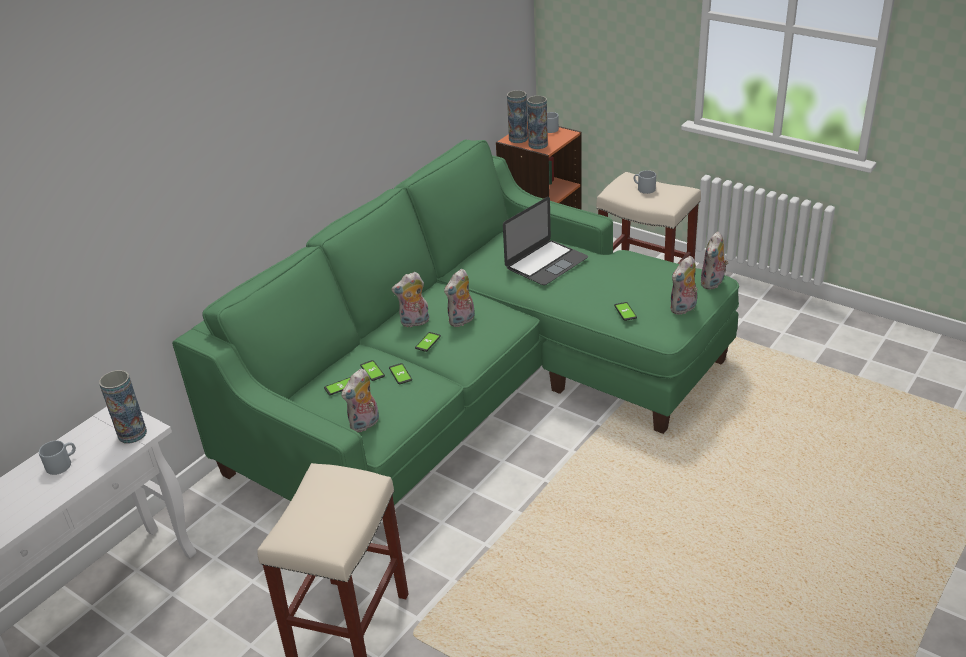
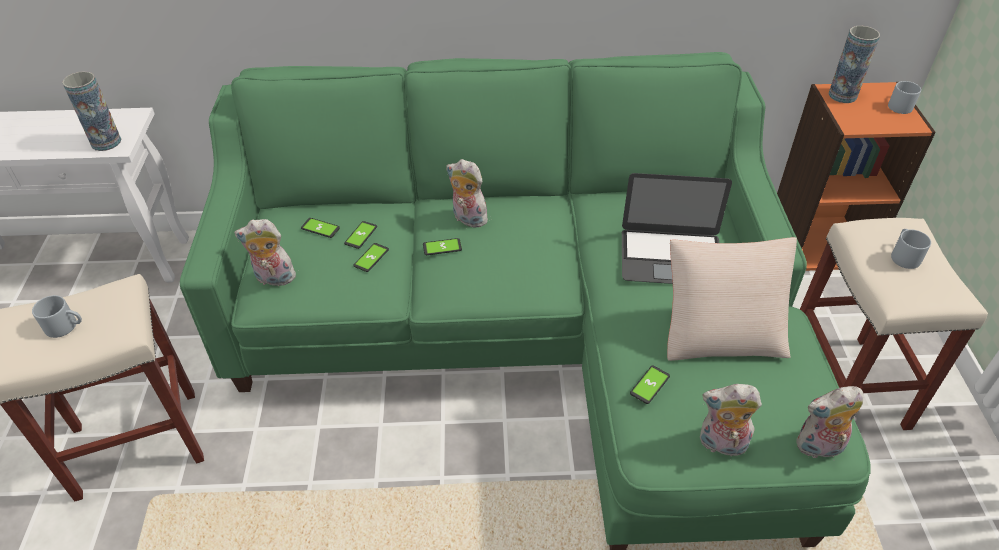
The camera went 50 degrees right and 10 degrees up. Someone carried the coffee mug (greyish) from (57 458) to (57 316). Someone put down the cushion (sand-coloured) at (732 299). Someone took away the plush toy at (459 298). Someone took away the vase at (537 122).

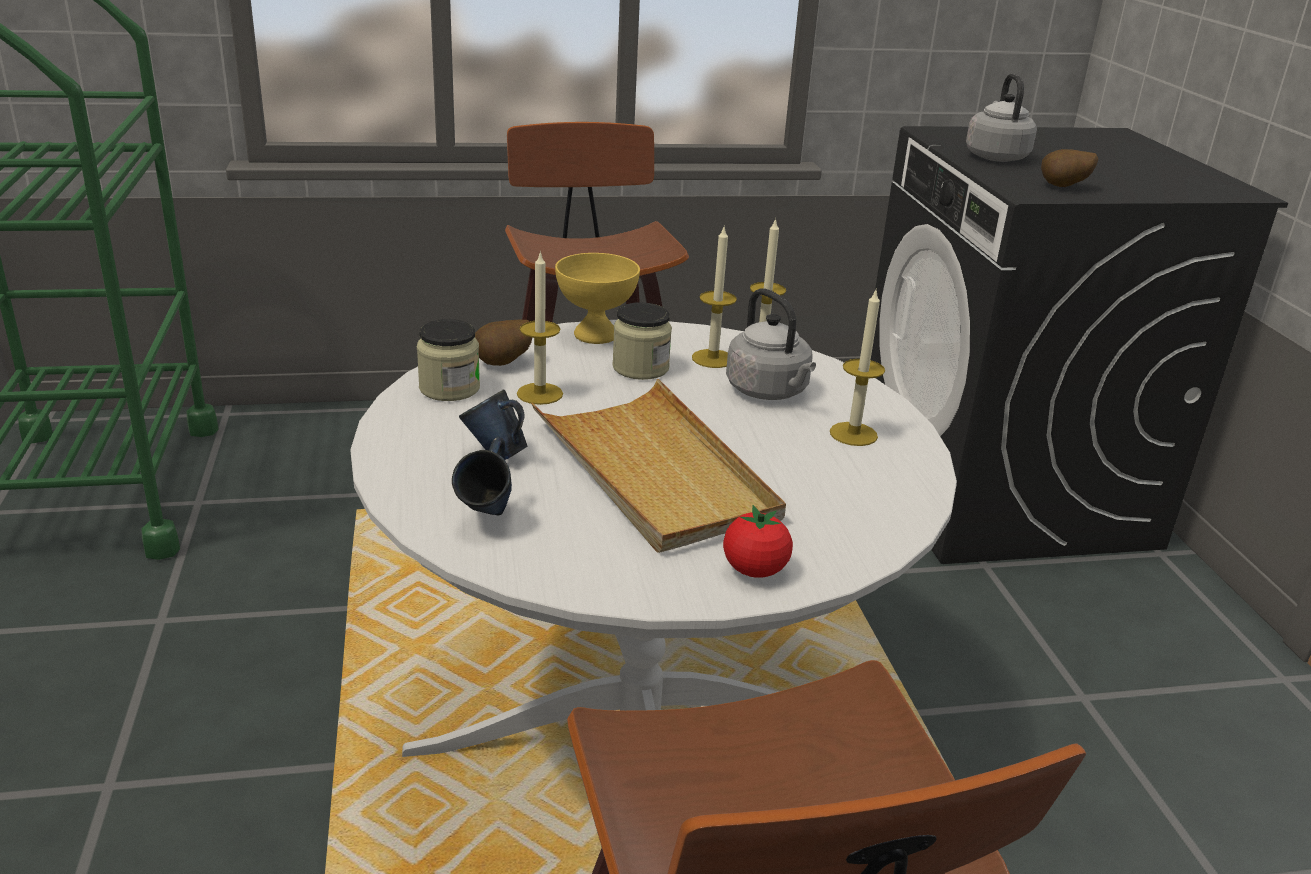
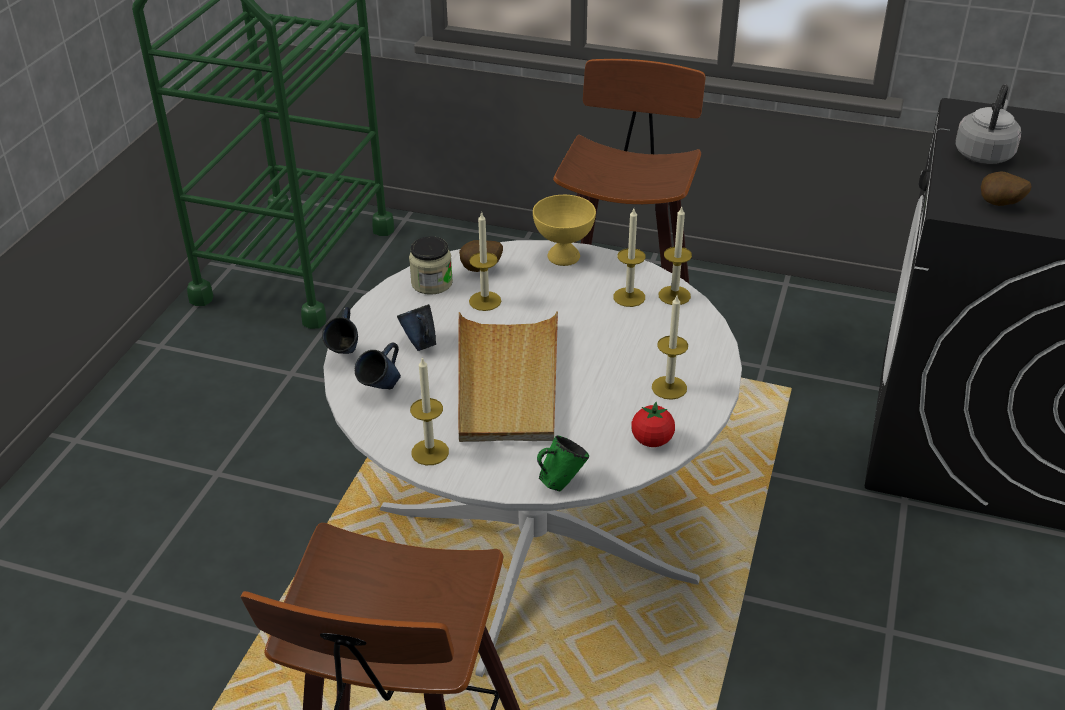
The camera went 30 degrees right and 10 degrees up. Someone put down the coffee mug (blue-coloured) at (340 330). Someone put down the wax light at (429 411). Someone put down the coffee mug (green) at (563 463). Someone carried the fresh tomato from (758 541) to (653 424). Someone took away the preserve jar at (642 341). Someone took away the tea kettle (greyish) at (771 344).

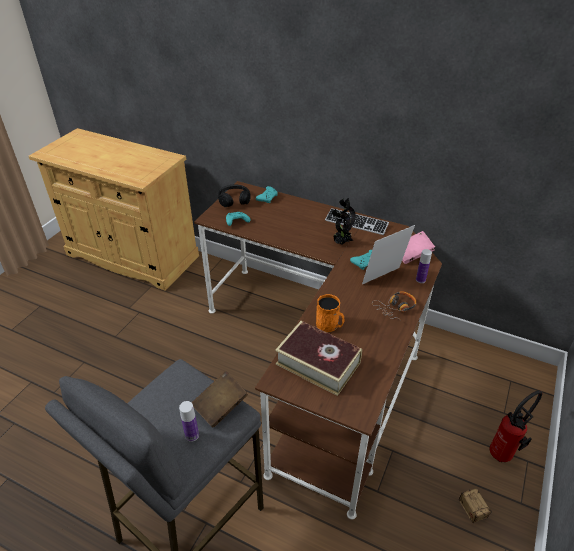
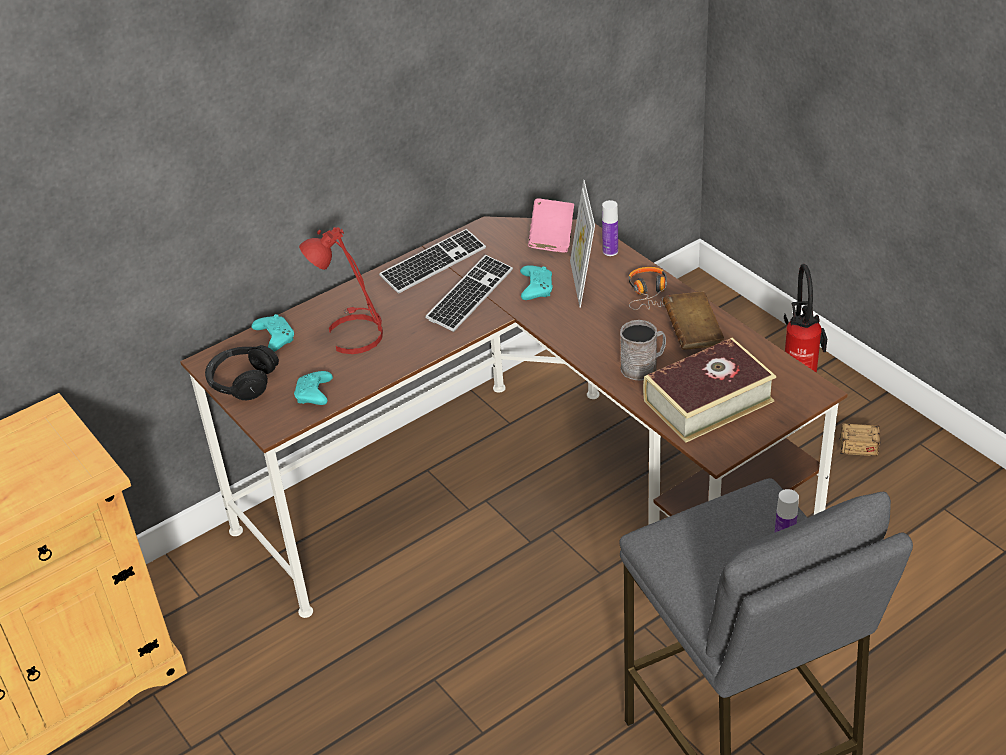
The camera went 60 degrees left and 0 degrees up. Someone put down the table lamp (red-coloured) at (341 290). Someone swapped the plant in a pot at (344 221) for the keyboard at (469 293). Someone repainted the coffee mug (orange-coloured) at (330 313), which became the coffee mug (greyish) at (643 350). Someone carried the bound book (brownish) from (219 399) to (693 320).

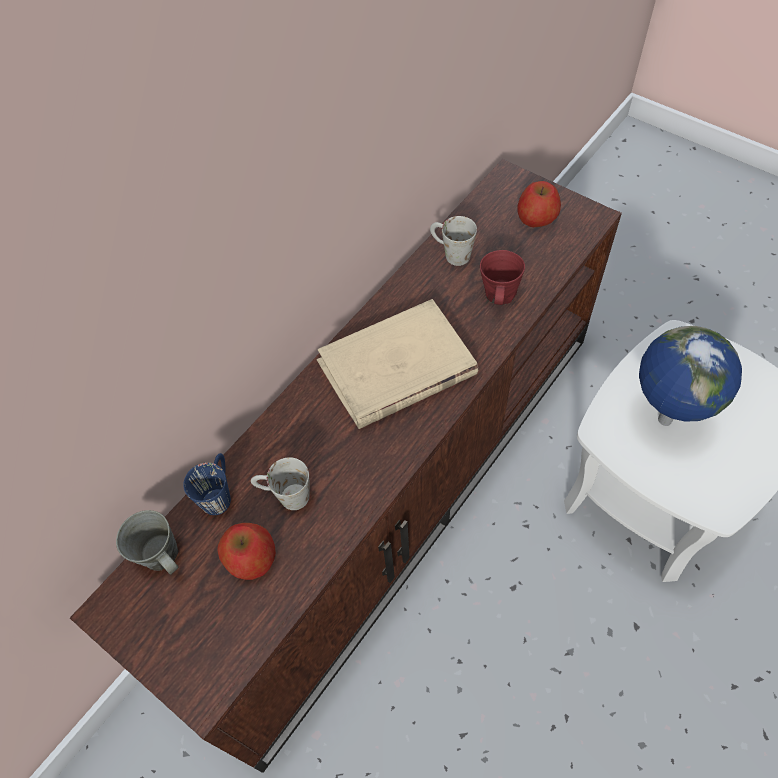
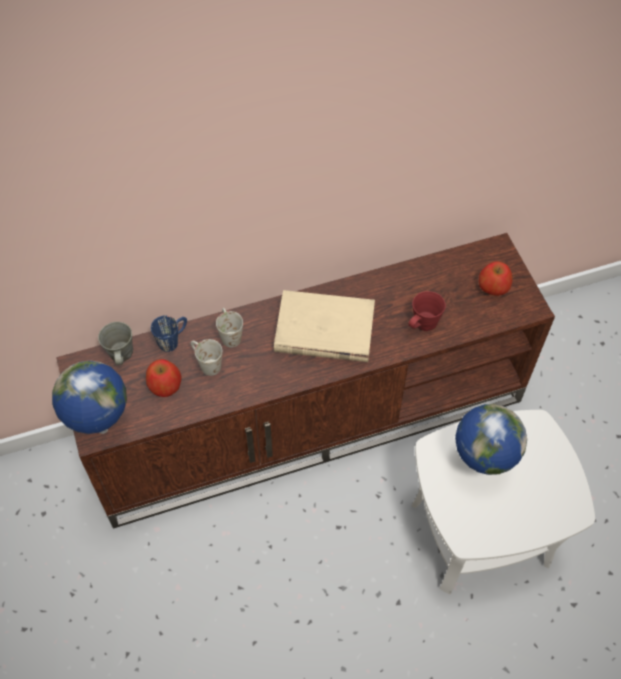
The camera went 30 degrees right and 0 degrees up. Someone put down the globe at (89 397). Someone carried the coffee mug (white-coloured) from (453 241) to (229 327).

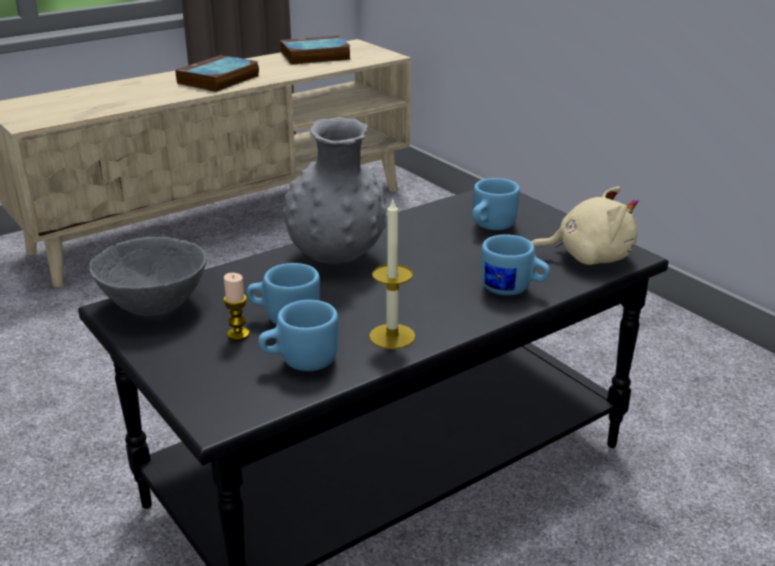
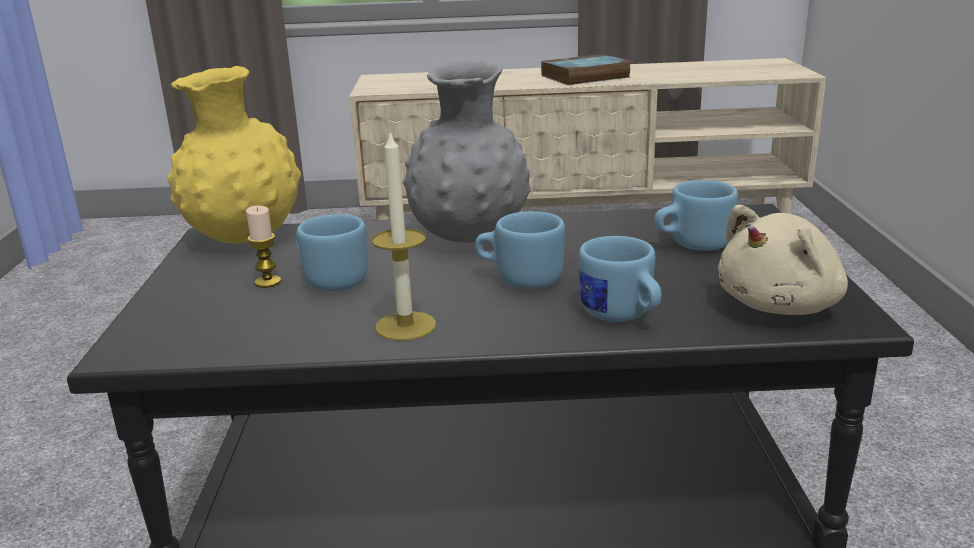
The camera went 35 degrees right and 5 degrees down. Someone swapped the bowl (greyish) at (148 276) for the vase (yellowish) at (234 155). Someone carried the coffee mug (blue-coloured) from (298 335) to (520 250). Someone rotated the plush toy (sand-coloured) at (585 225) by 105 degrees clockwise. Someone took away the bound book at (315 50).

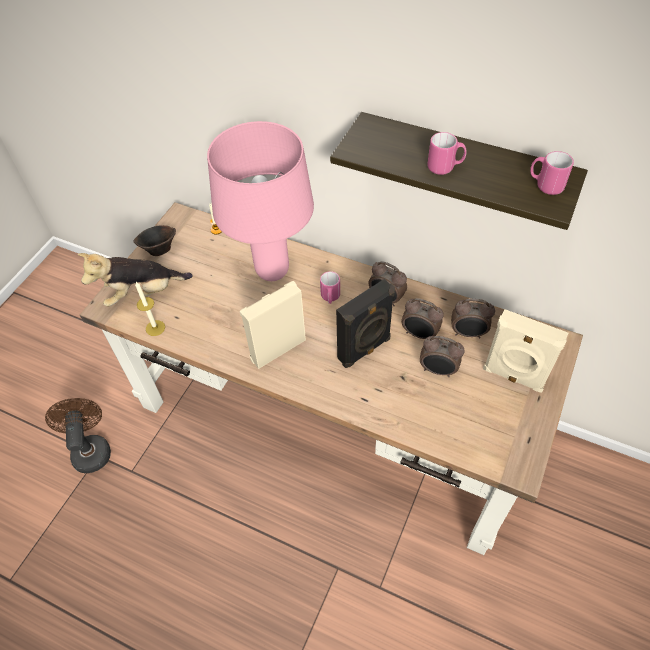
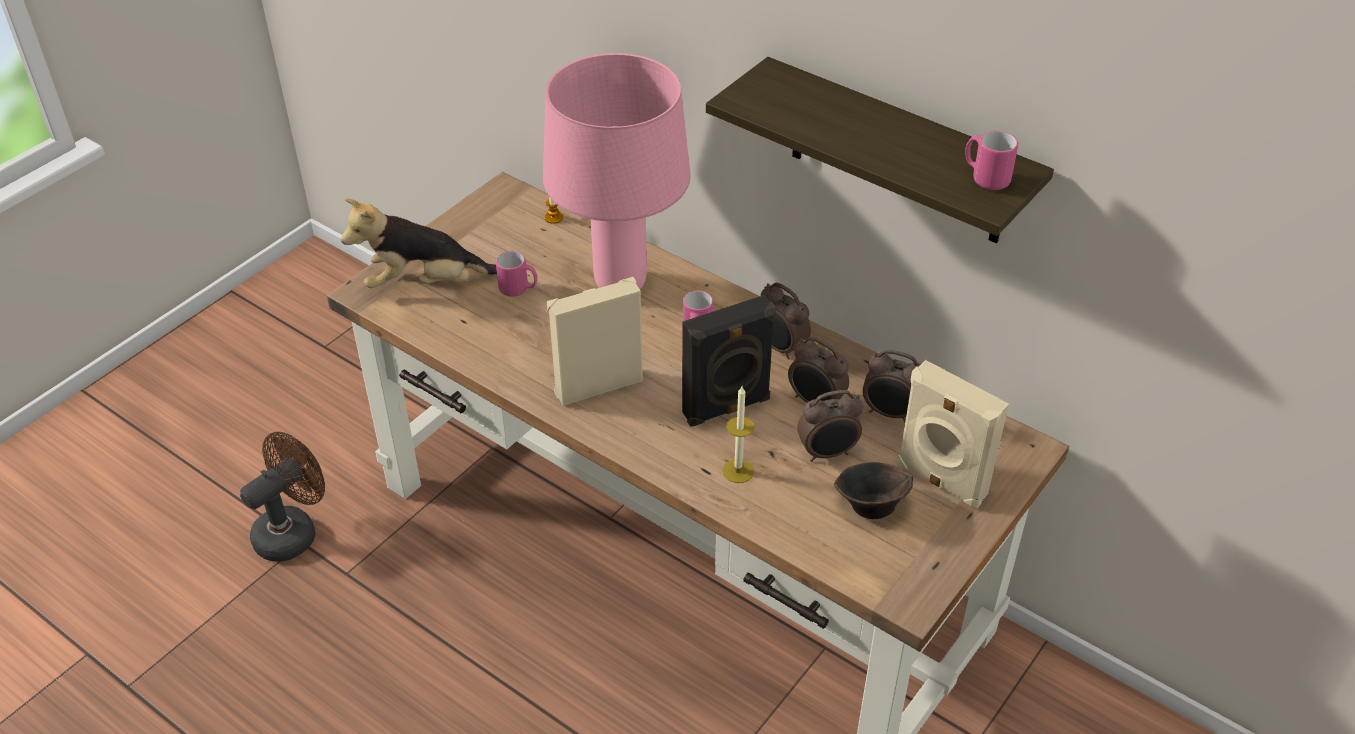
The camera went 10 degrees right and 10 degrees down. Someone rotated the electric fan (brownish) at (78 435) by 45 degrees clockwise. Someone carried the coffee mug (pink) from (446 153) to (516 274). Someone carried the wax light from (150 309) to (738 435). Someone rotated the alarm clock at (442 356) by 45 degrees counterclockwise. Someone carried the bowl (brownish) from (154 240) to (873 490).

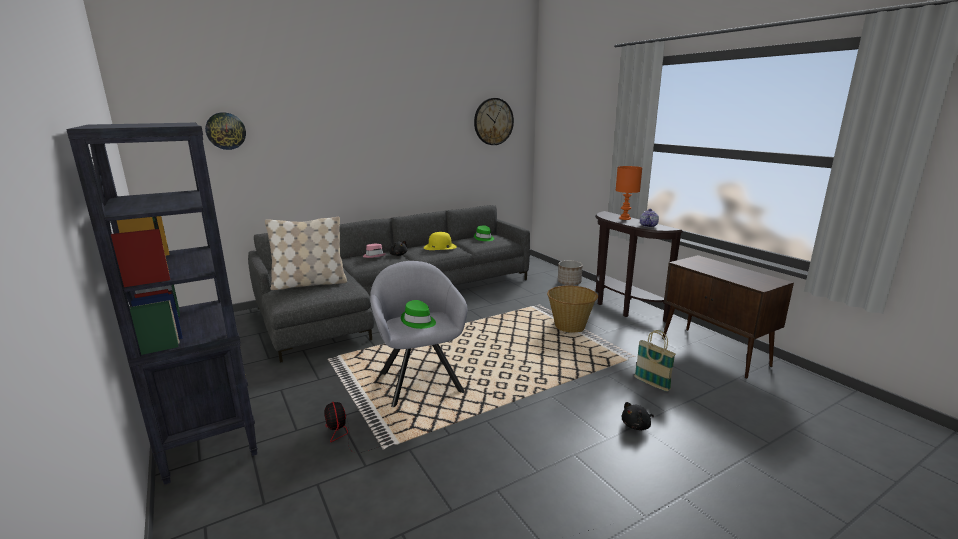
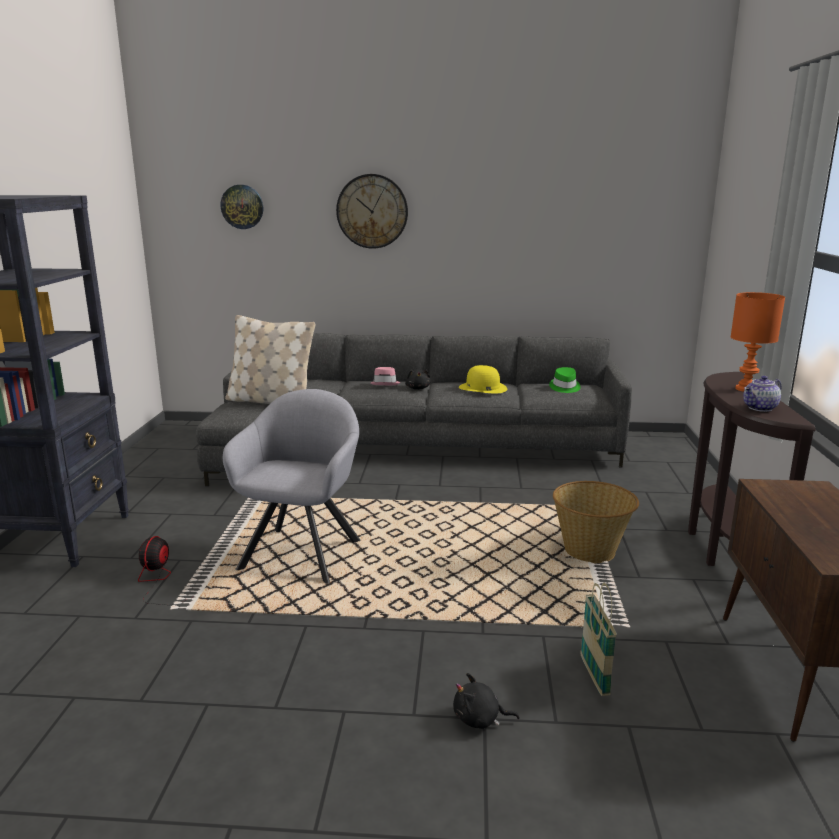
The camera went 35 degrees right and 0 degrees up. Someone carried the hanging clock from (494 121) to (372 211). Someone took away the wearable hat (green) at (418 314). Someone took away the planter at (570 273).

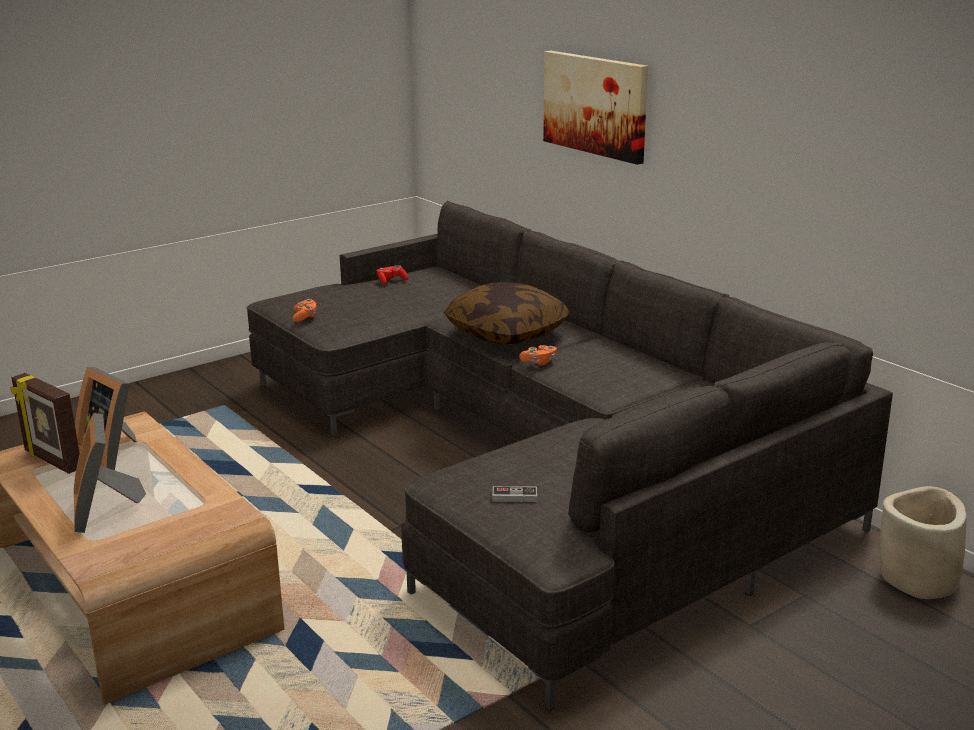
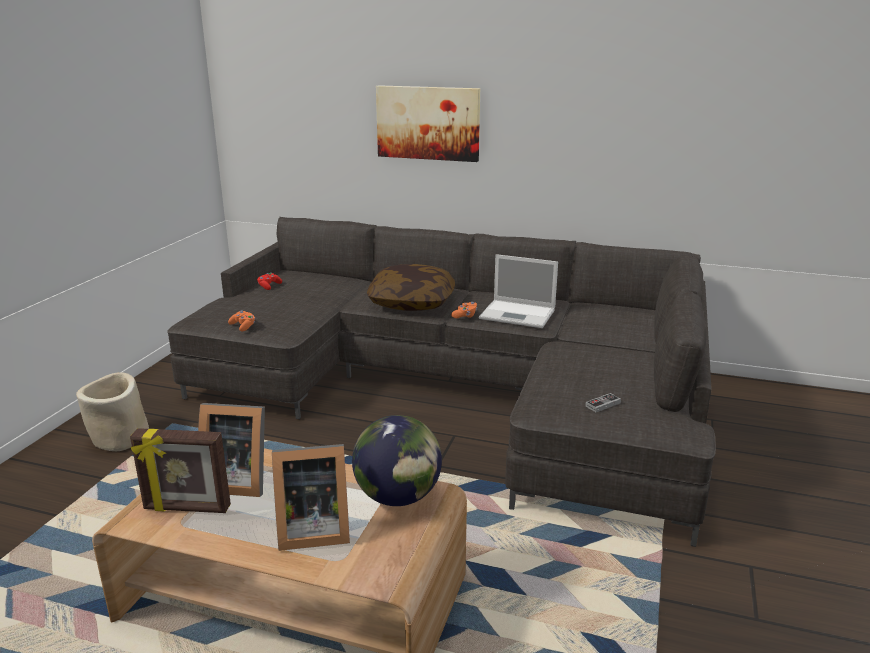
The camera went 35 degrees left and 0 degrees up. Someone carried the planter (sand-coloured) from (923 542) to (112 411). Someone rotated the standing frame at (110 473) by 45 degrees counterclockwise. Someone put down the globe at (397 460). Someone put down the portable computer at (518 291).

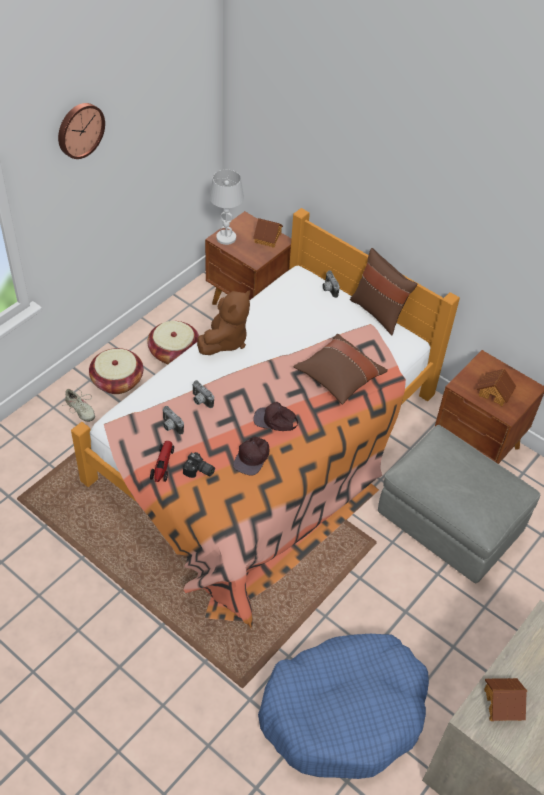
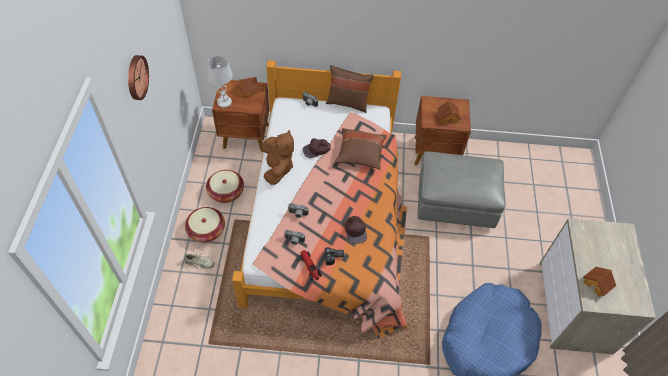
The camera went 35 degrees left and 5 degrees up. Someone carried the baseball cap (brownish) from (275 416) to (316 148).

